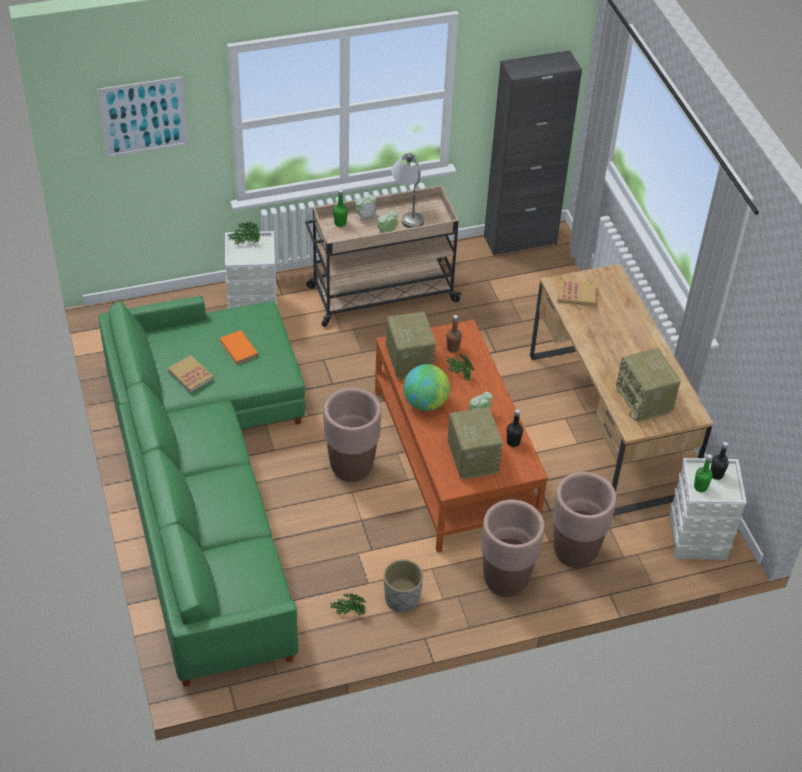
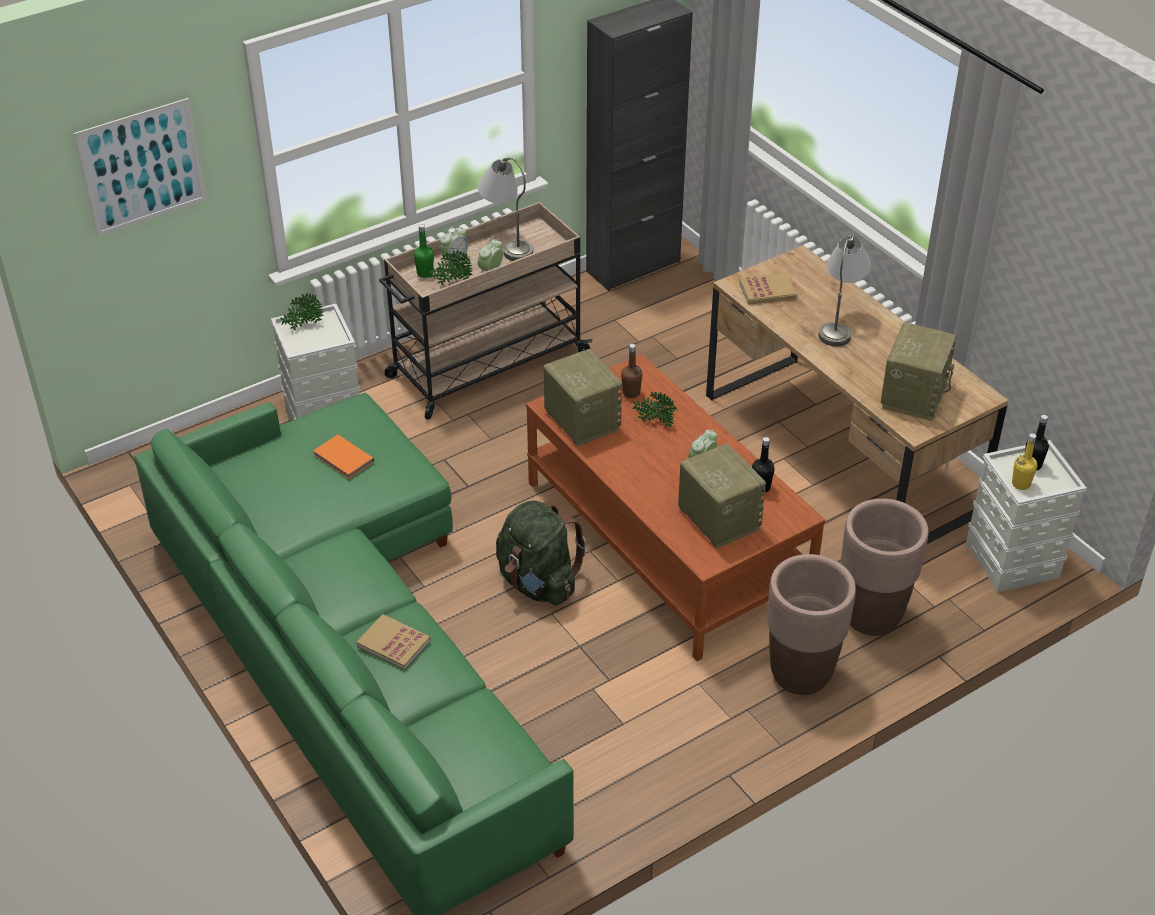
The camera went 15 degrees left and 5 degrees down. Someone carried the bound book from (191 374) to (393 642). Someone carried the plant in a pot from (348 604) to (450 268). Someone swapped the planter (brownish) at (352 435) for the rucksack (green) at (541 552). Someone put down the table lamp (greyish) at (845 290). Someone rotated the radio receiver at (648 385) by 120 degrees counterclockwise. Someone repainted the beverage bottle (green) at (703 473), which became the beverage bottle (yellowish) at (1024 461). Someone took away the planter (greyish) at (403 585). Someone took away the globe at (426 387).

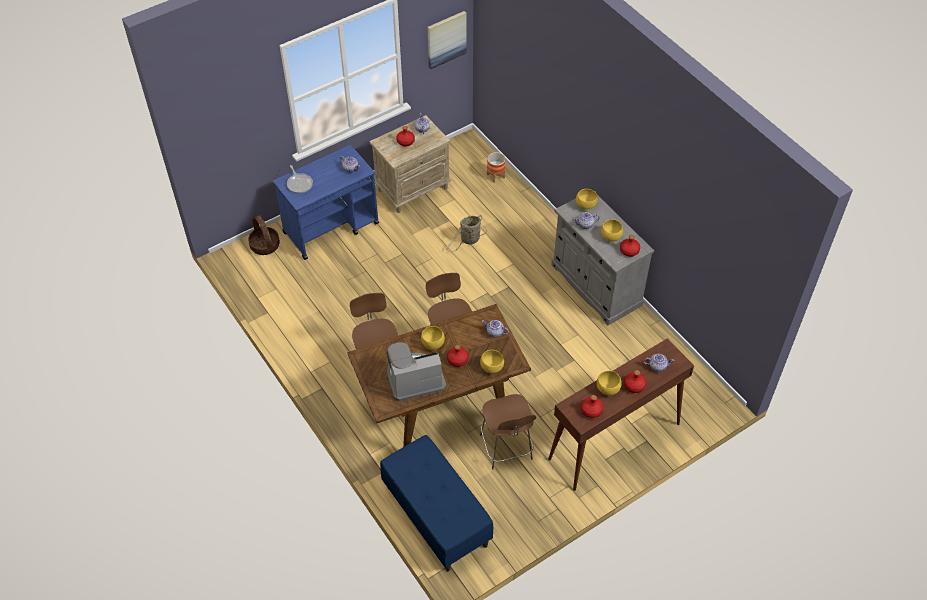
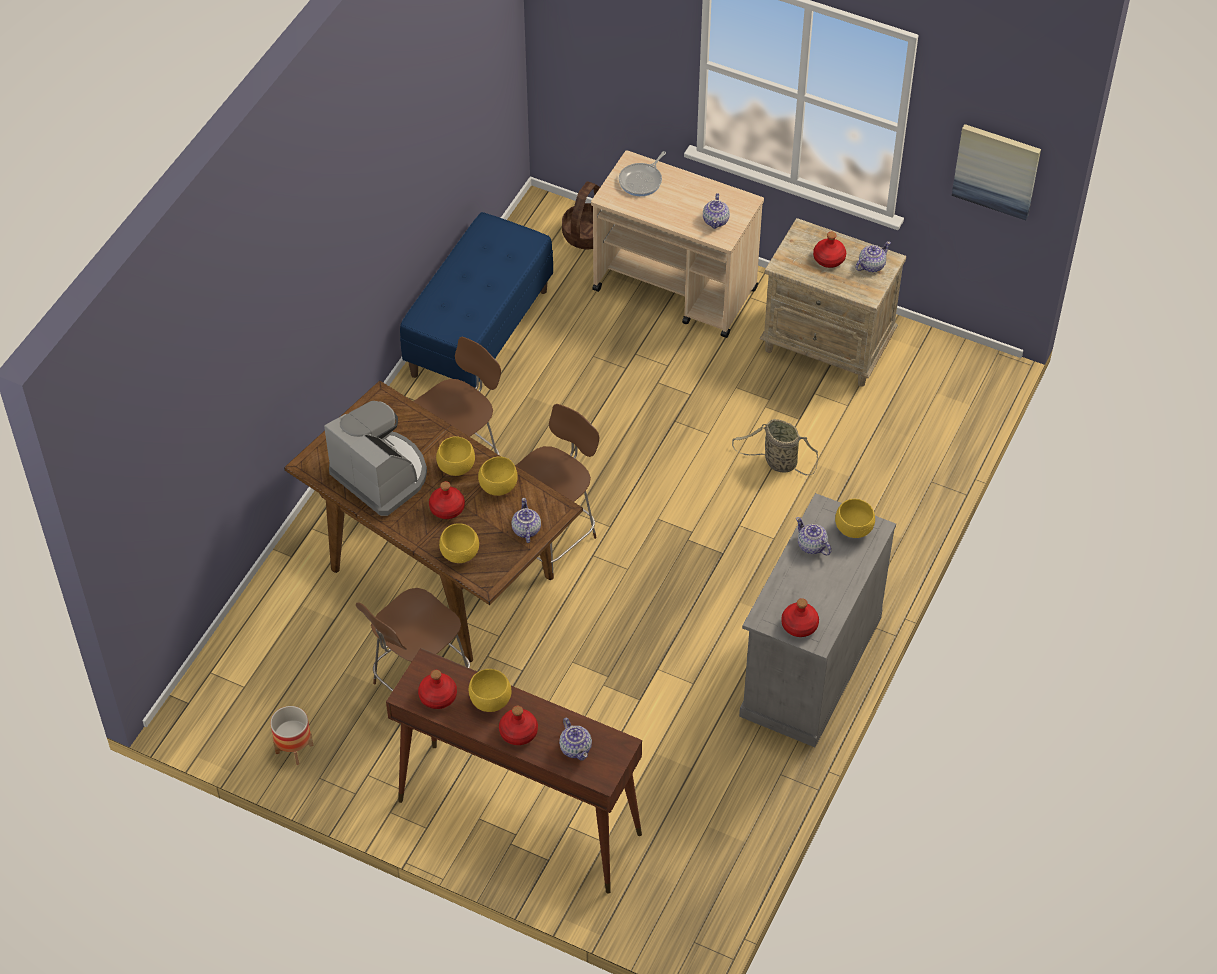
The camera went 60 degrees right and 0 degrees up. Someone carried the planter from (496 167) to (292 735). Someone carried the bench (blue-coloured) from (436 503) to (476 300). Someone carried the bowl (yellowish) from (612 230) to (498 476). Someone repainted the wheeled cart (blue-coloured) at (326 202), which became the wheeled cart (sand-coloured) at (677 244).

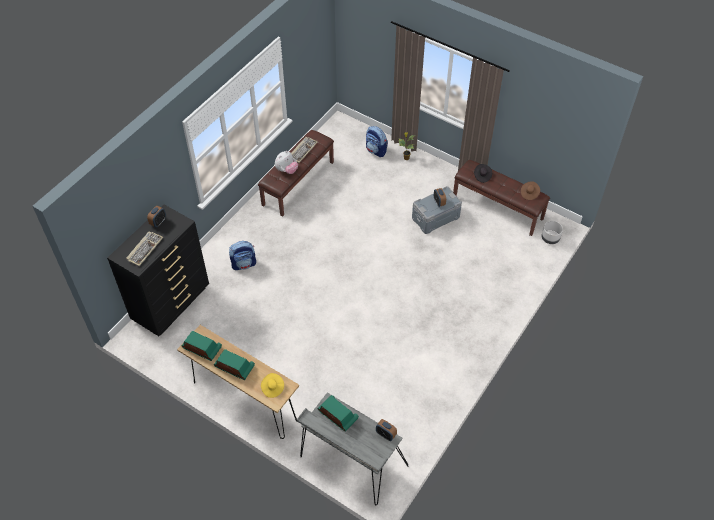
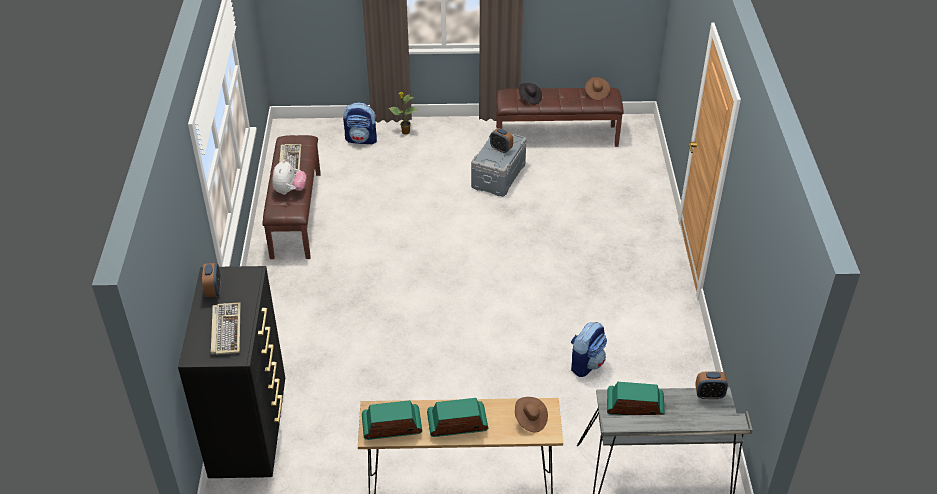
The camera went 35 degrees left and 10 degrees down. Someone repainted the wearable hat (yellowish) at (272 385), which became the wearable hat (brownish) at (531 415). Someone carried the rucksack from (242 255) to (589 349). Someone took away the planter (greyish) at (552 232).

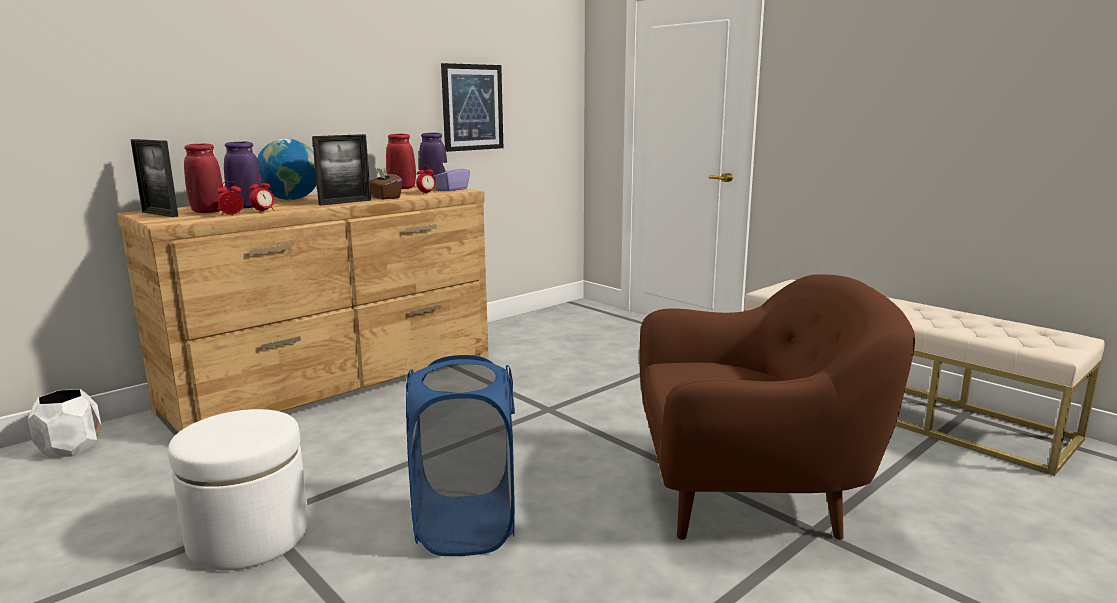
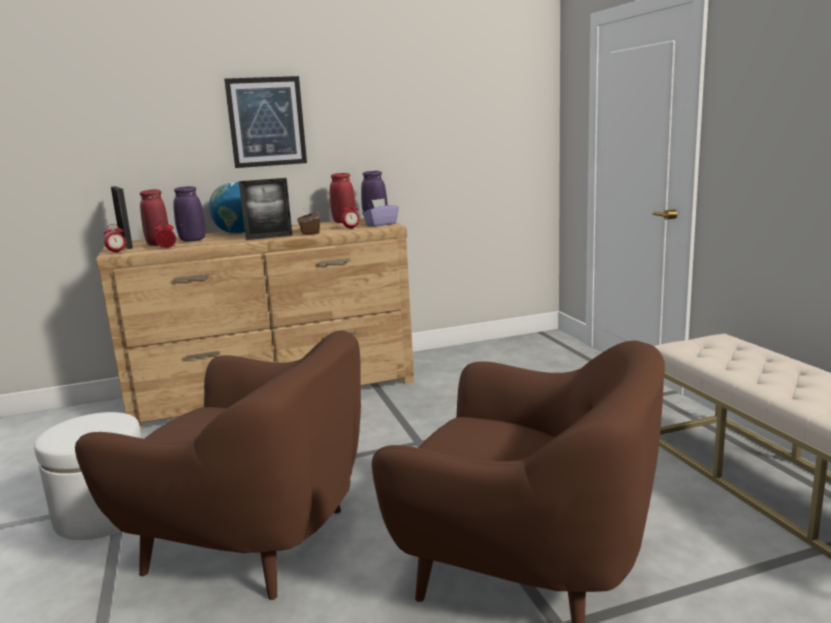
The camera went 25 degrees right and 0 degrees up. Someone swapped the washing basket (blue-coloured) at (460 455) for the armchair (brownish) at (218 465). Someone carried the alarm clock from (261 195) to (115 239). Someone carried the wall picture from (472 107) to (265 122). Someone took away the planter (white-coloured) at (65 423).

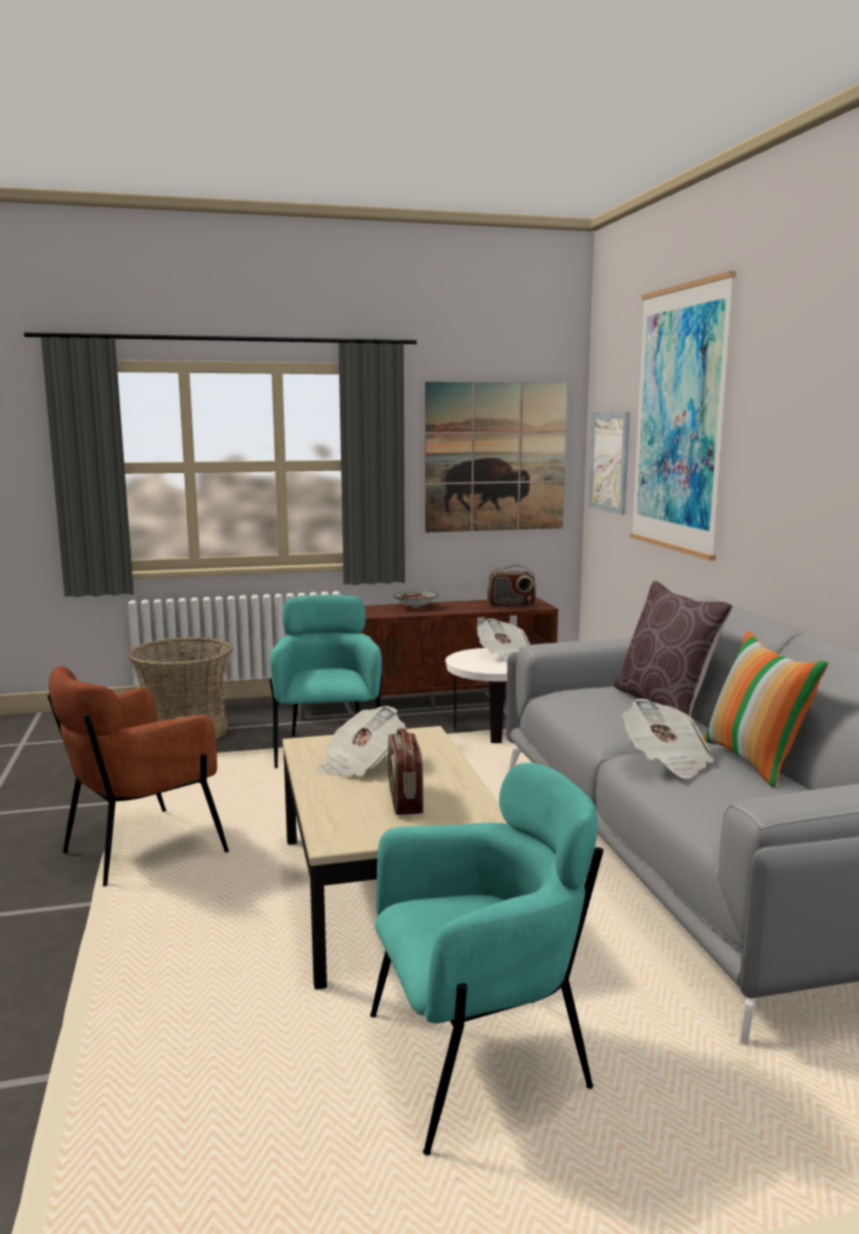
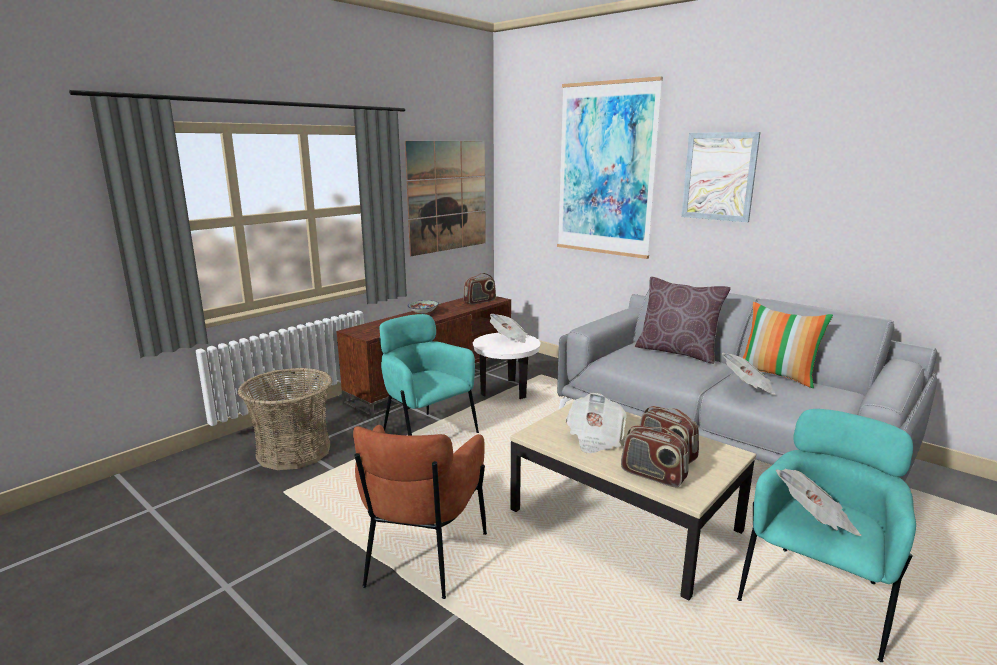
The camera went 35 degrees left and 5 degrees up. Someone put down the radio receiver at (655 456). Someone carried the wall picture from (609 463) to (720 177). Someone put down the printed paper at (818 502).

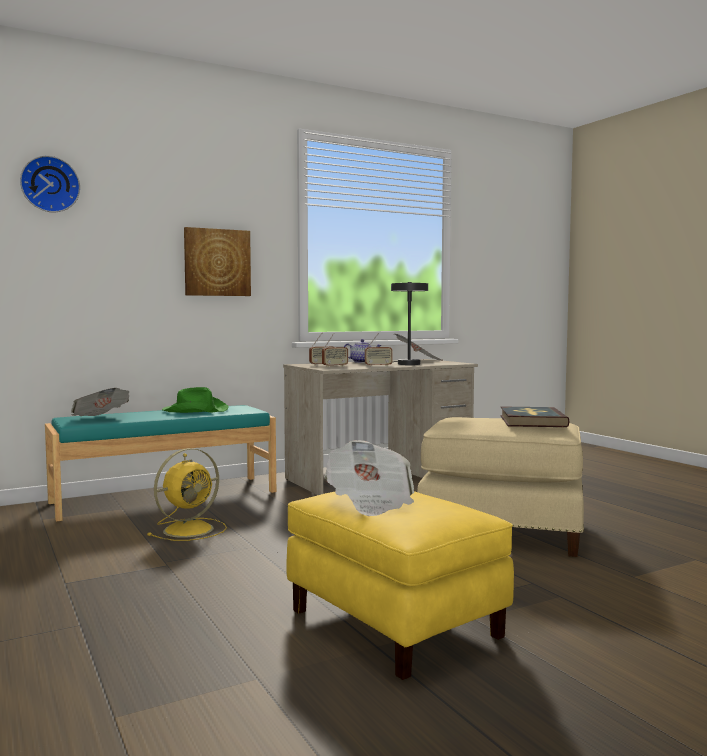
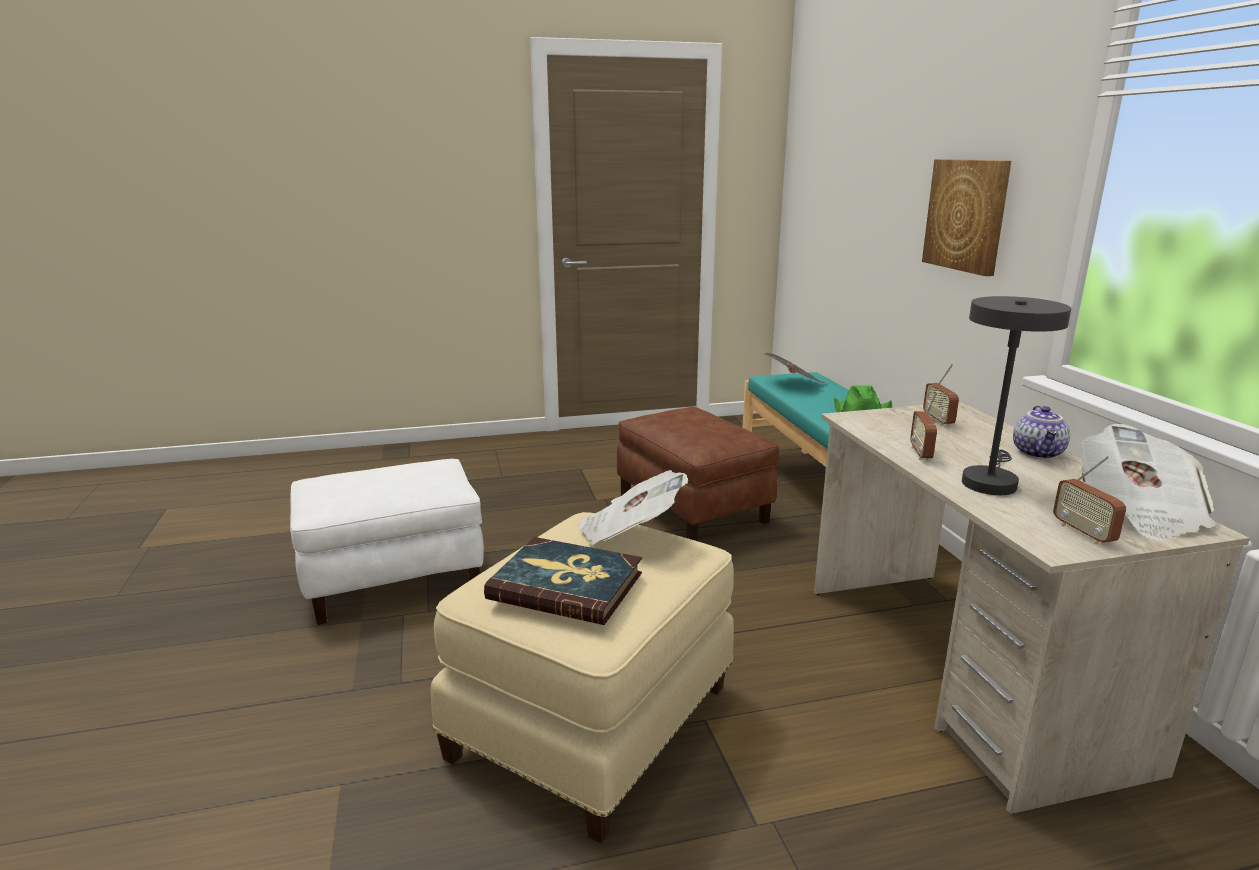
The camera went 105 degrees right and 15 degrees up. Someone repainted the ottoman (yellowish) at (400 585), which became the ottoman (white-coloured) at (387 542). Someone carried the printed paper from (369 478) to (633 507). Someone swapped the electric fan (yellowish) at (187 494) for the ottoman (brownish) at (698 474). Someone carried the radio receiver from (335 350) to (1089 500). Someone took away the hanging clock at (50 184).

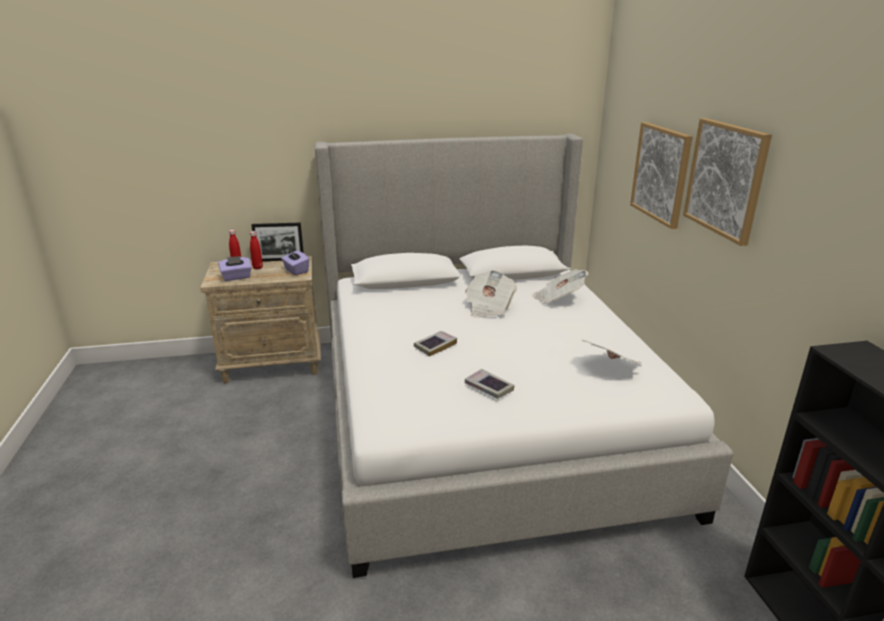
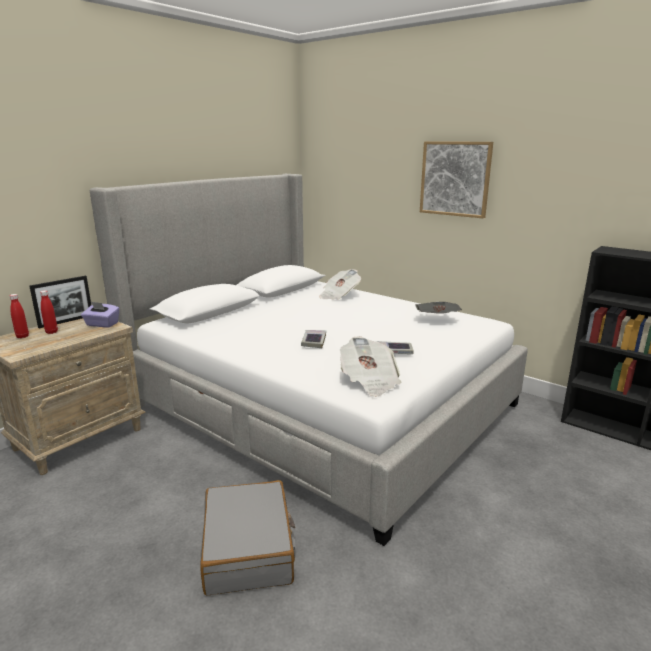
The camera went 40 degrees left and 5 degrees down. Someone put down the travel case (greyish) at (247 538). Someone carried the printed paper from (491 294) to (371 366). Someone took away the tissue holder (purplish) at (235 268). Someone took away the wall picture at (661 175).

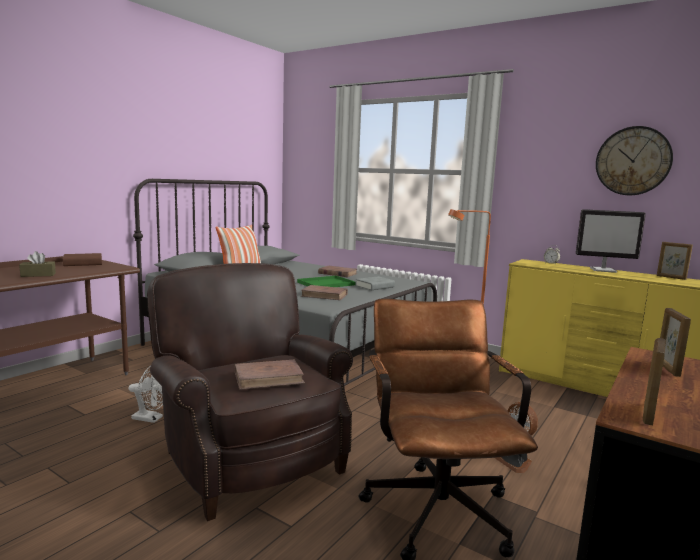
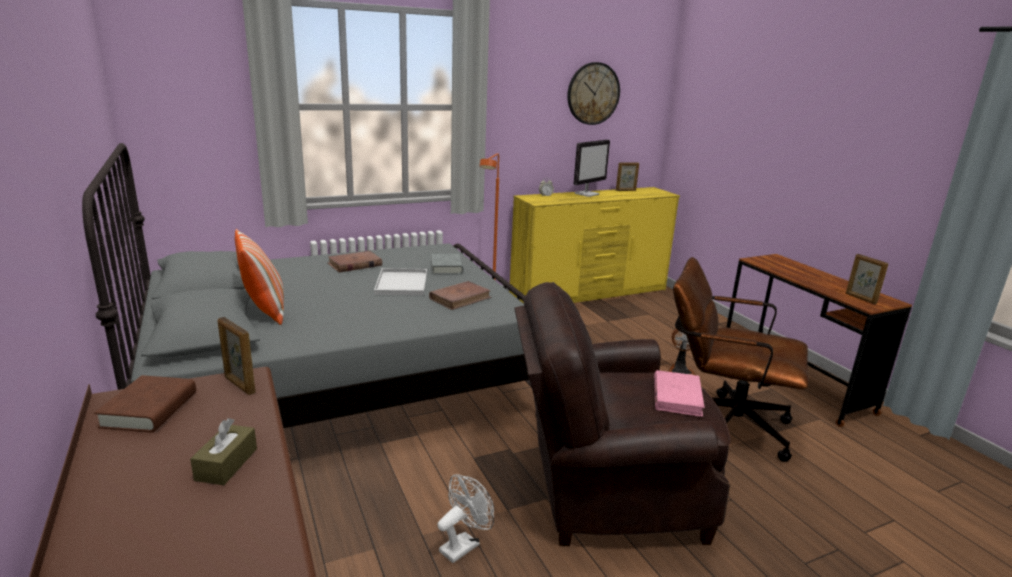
The camera went 60 degrees left and 10 degrees up. Someone carried the standing frame from (675 342) to (237 356). Someone repainted the serving tray (green) at (326 281), which became the serving tray (white-coloured) at (400 281). Someone repainted the bound book (brownish) at (270 374), which became the bound book (pink) at (679 393).

